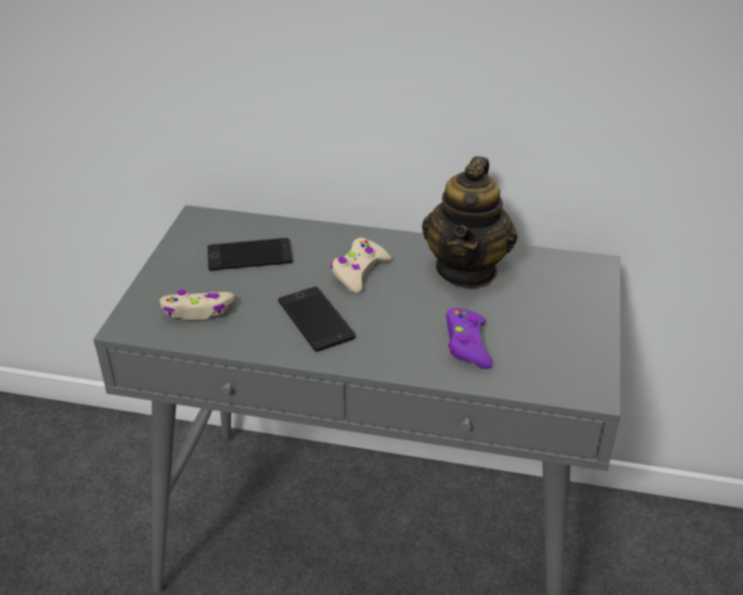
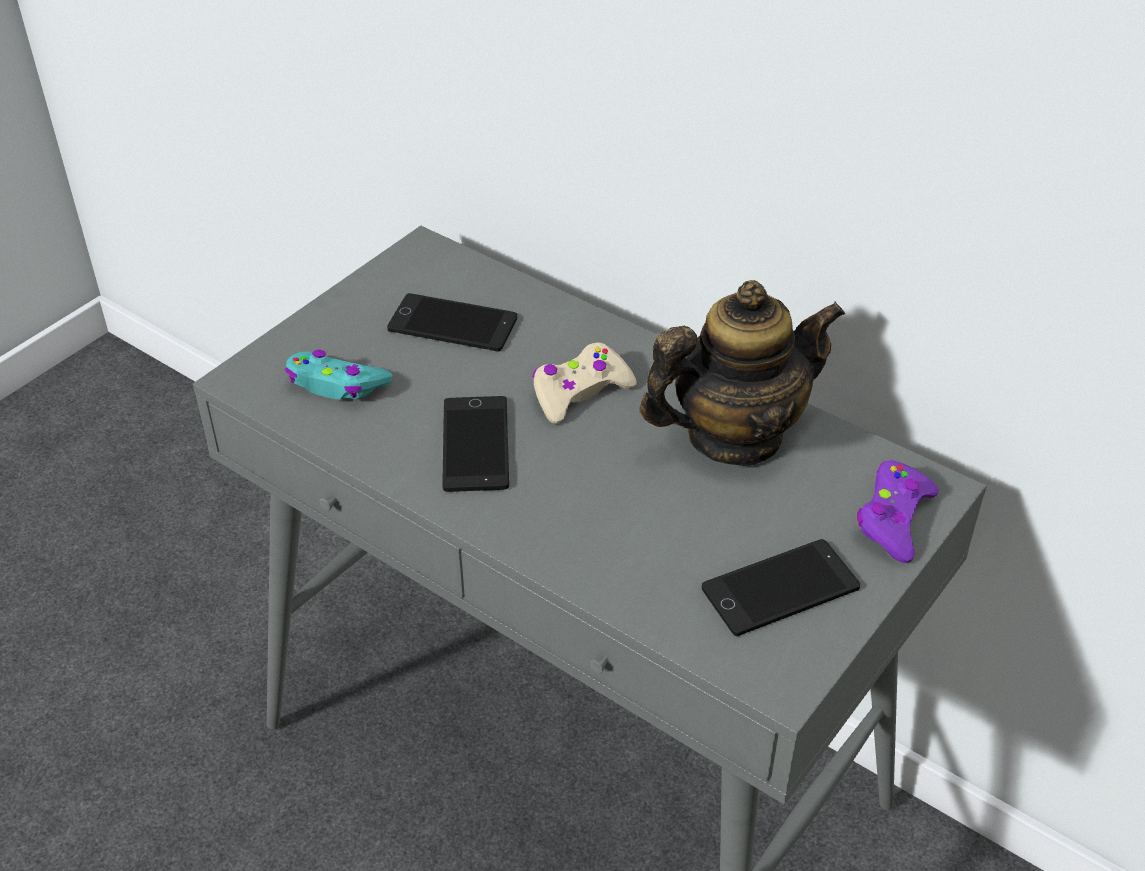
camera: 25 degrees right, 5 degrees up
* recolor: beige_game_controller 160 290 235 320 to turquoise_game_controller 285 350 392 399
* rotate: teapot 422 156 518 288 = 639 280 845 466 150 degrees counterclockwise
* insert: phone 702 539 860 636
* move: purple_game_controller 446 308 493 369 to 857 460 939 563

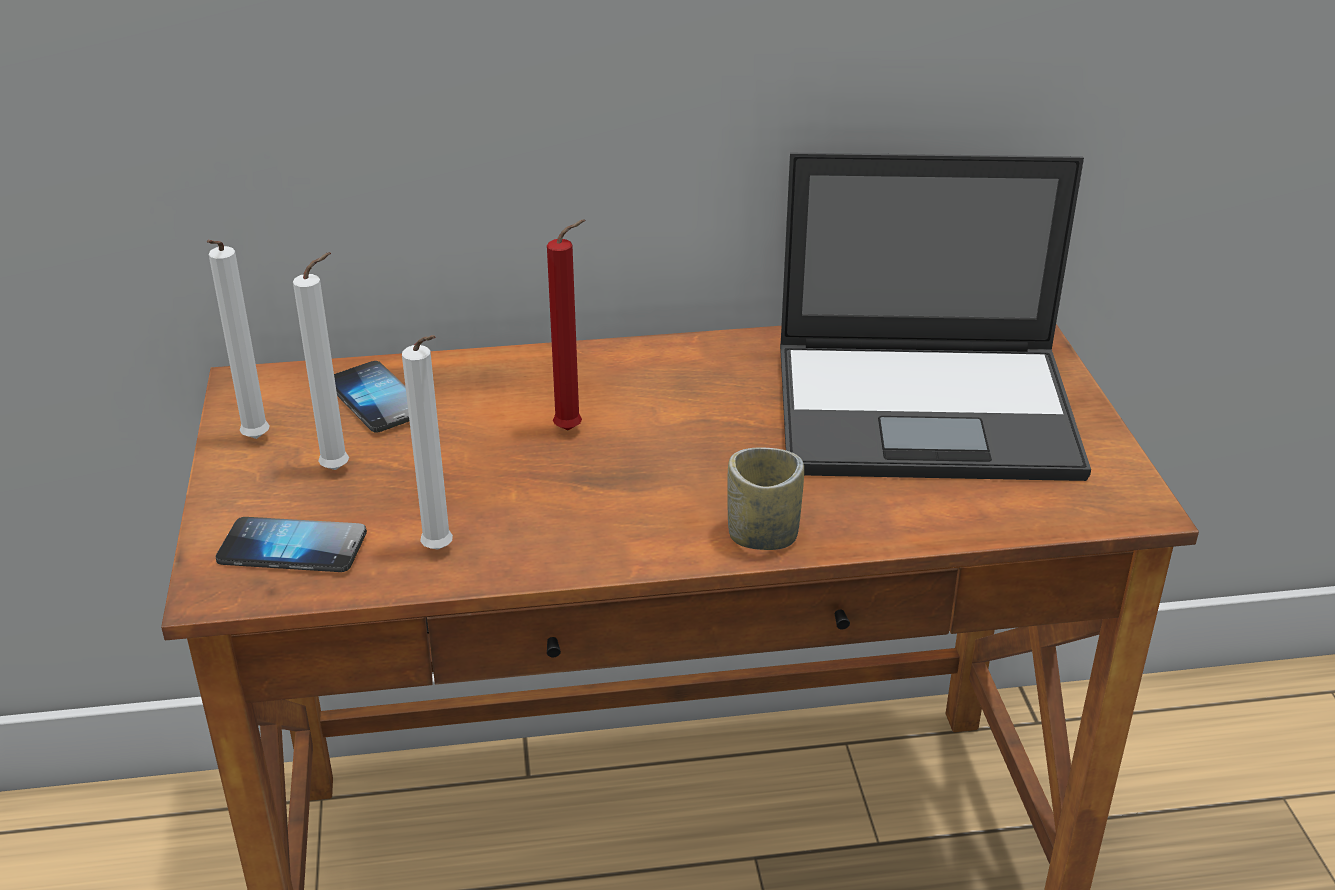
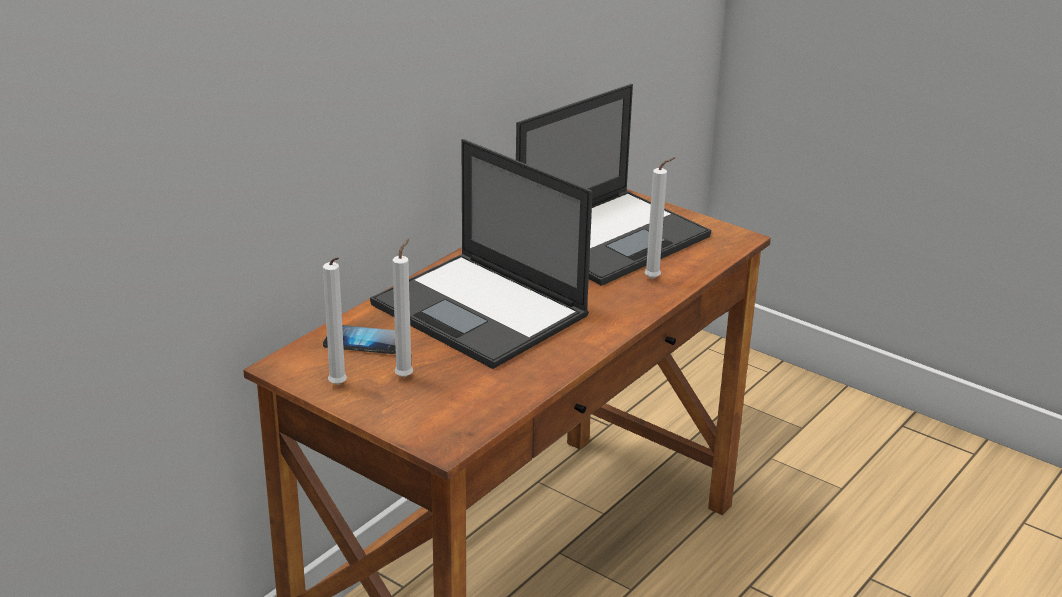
camera: 45 degrees left, 5 degrees down
* replace: red_candle 547 219 585 430 to laptop 370 139 593 369
* move: white_candle 402 335 453 550 to 645 157 675 279
* delete: phone 216 517 367 572
* delete: cup 727 447 804 550

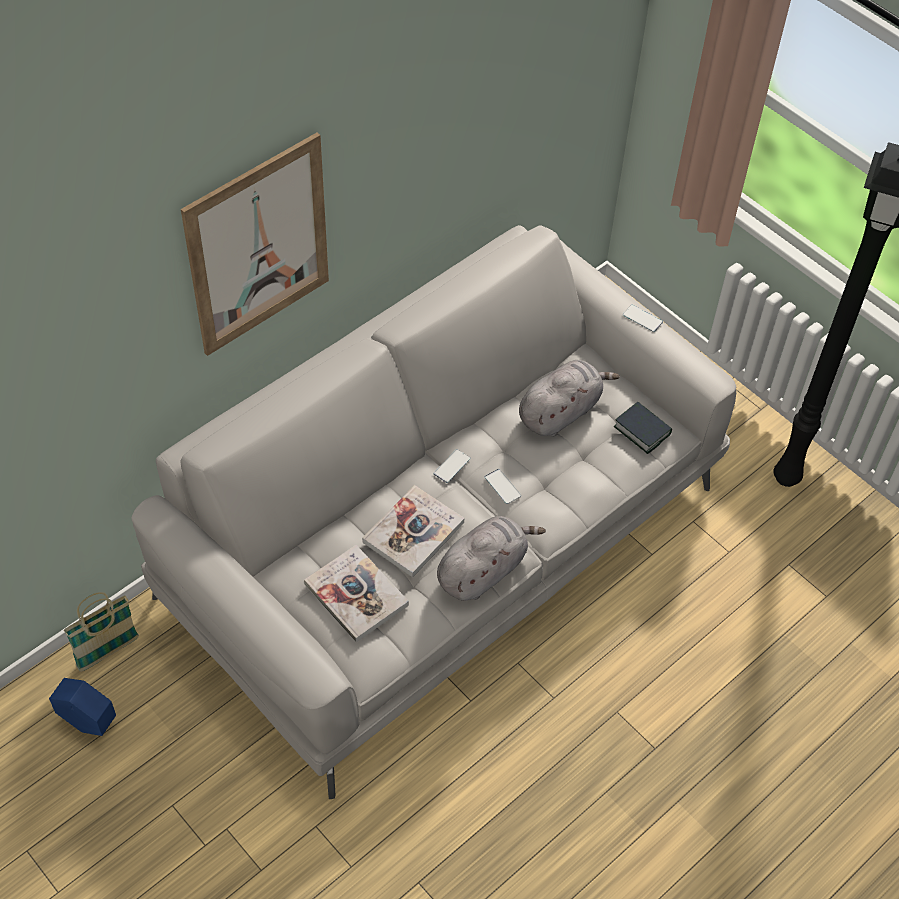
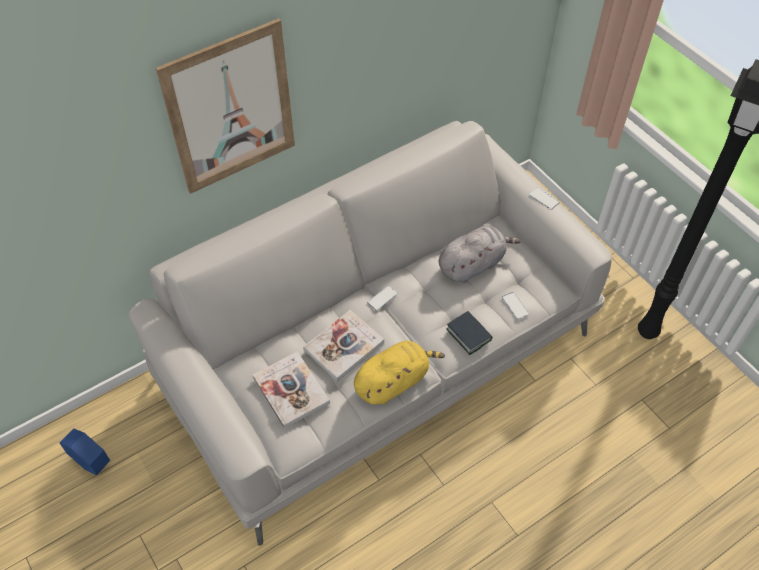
camera: 10 degrees right, 0 degrees up
* recolor: grey_plush_toy 437 516 546 601 to yellow_plush_toy 354 341 445 405
* move: book 614 402 672 454 to 446 311 492 355
* move: phone 485 469 521 504 to 502 292 529 319
* delete: basket 64 592 139 672

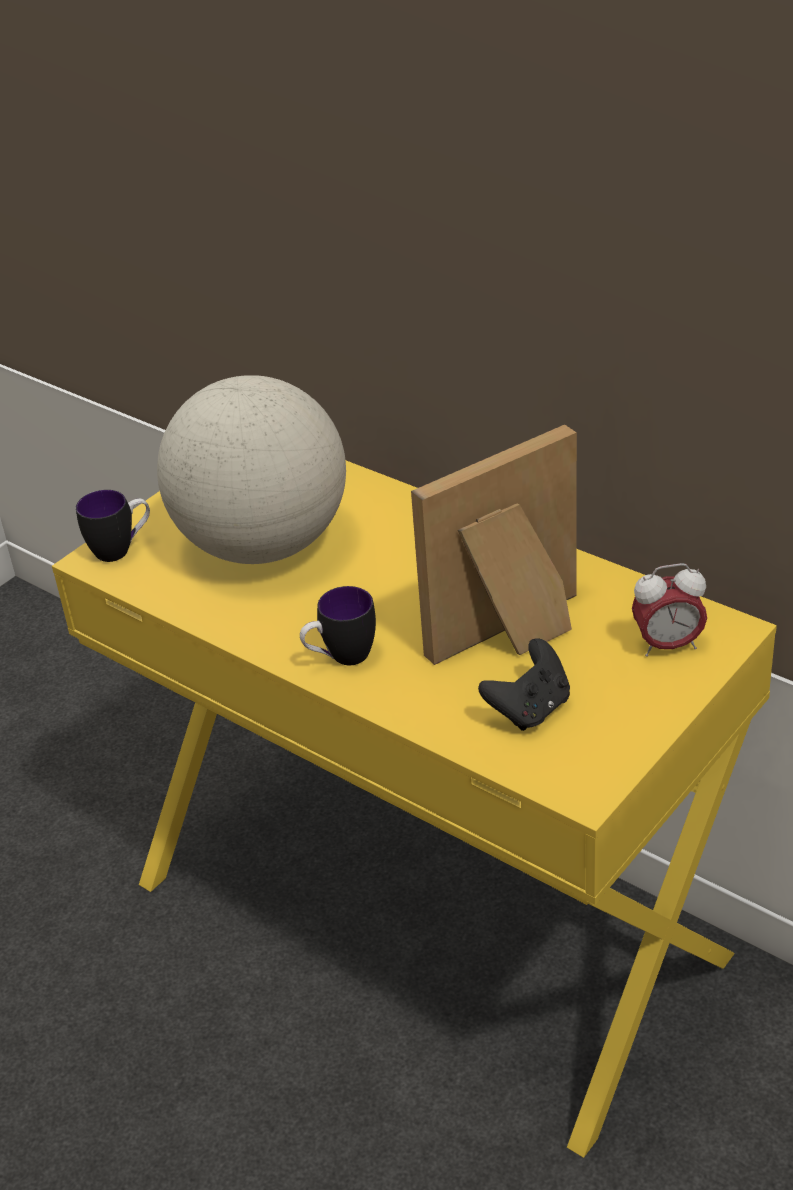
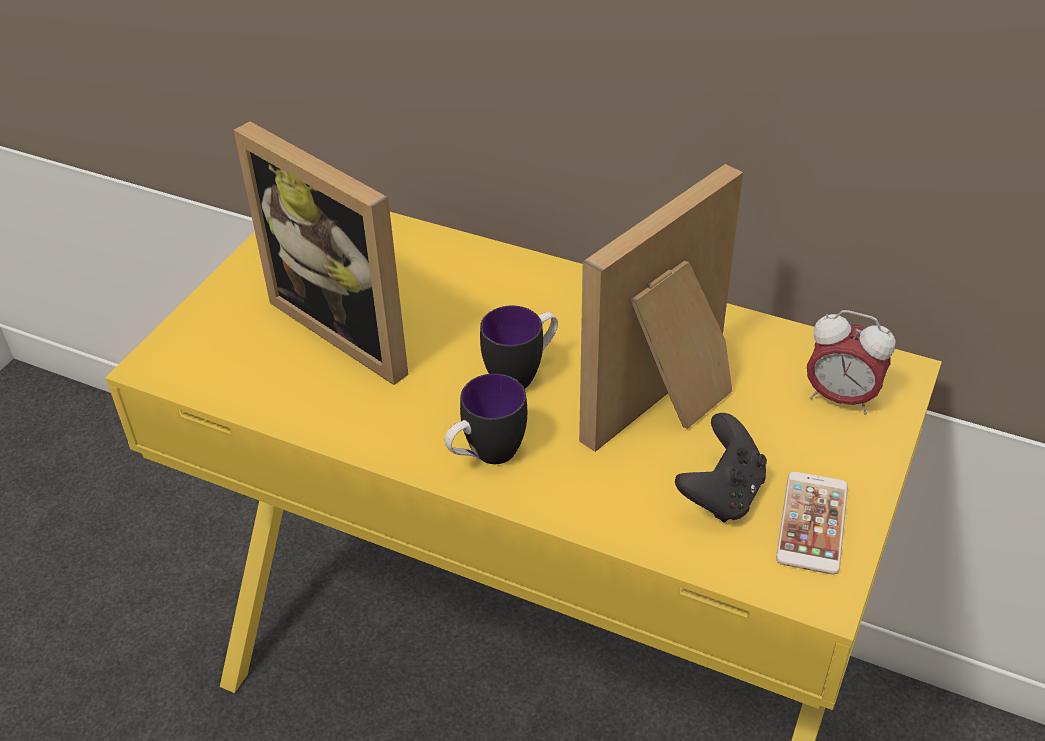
camera: 15 degrees left, 5 degrees up
* replace: globe 157 375 346 564 to picture_frame 234 121 408 385
* move: mug 76 490 150 562 to 480 305 558 389
* insert: phone 776 471 848 575
* rotate: alarm_clock 632 563 707 657 = 807 310 895 414 45 degrees clockwise

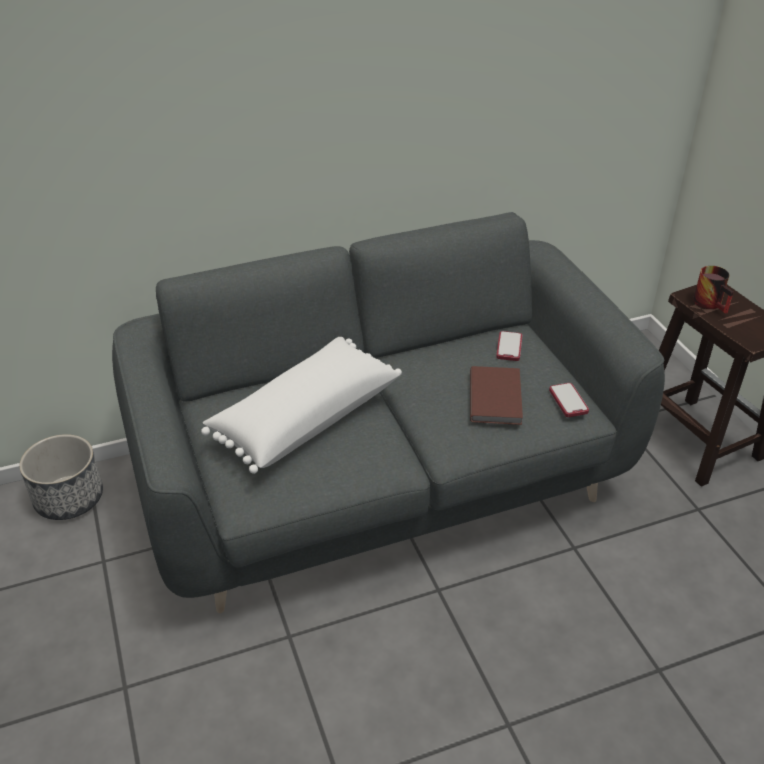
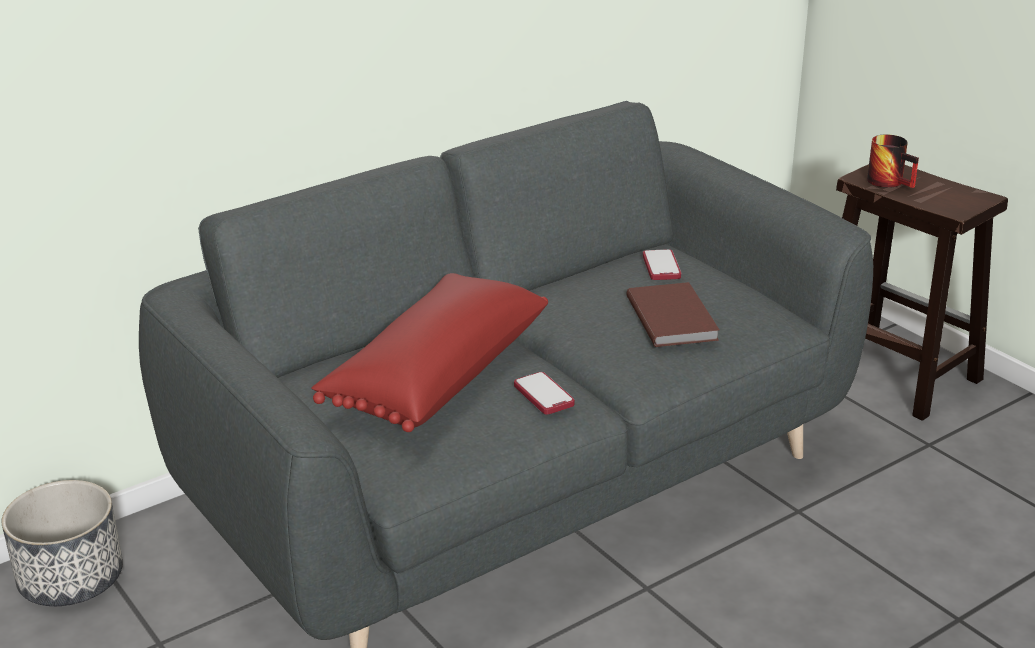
camera: 15 degrees left, 10 degrees down
* recolor: white_pillow 201 337 402 474 to red_pillow 311 273 548 432
* move: phone 549 383 589 417 to 514 372 575 415

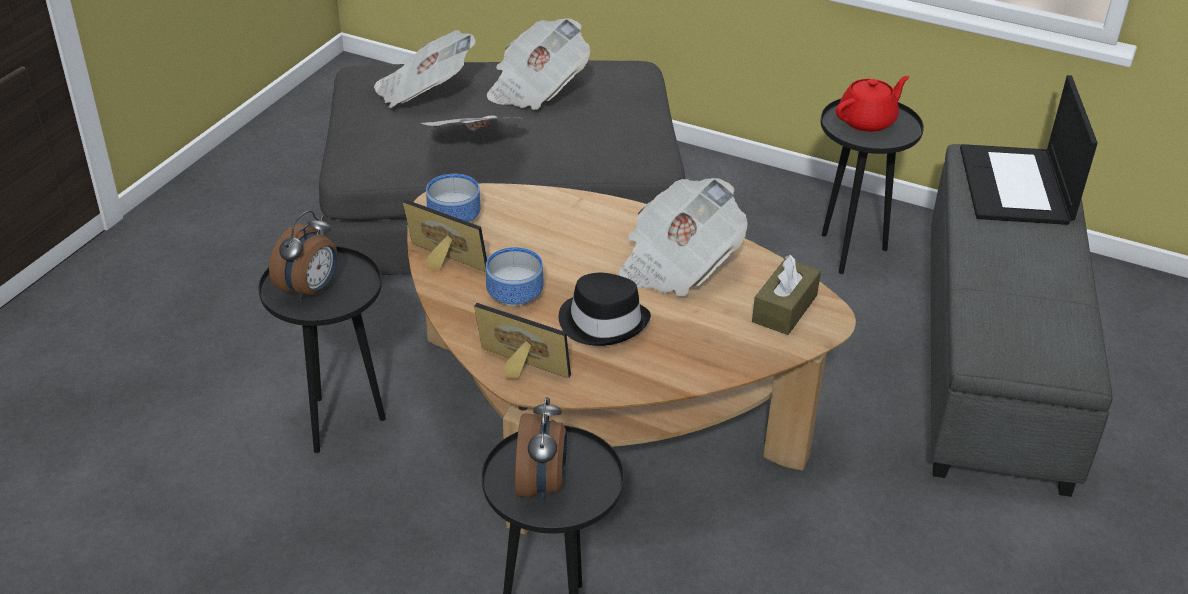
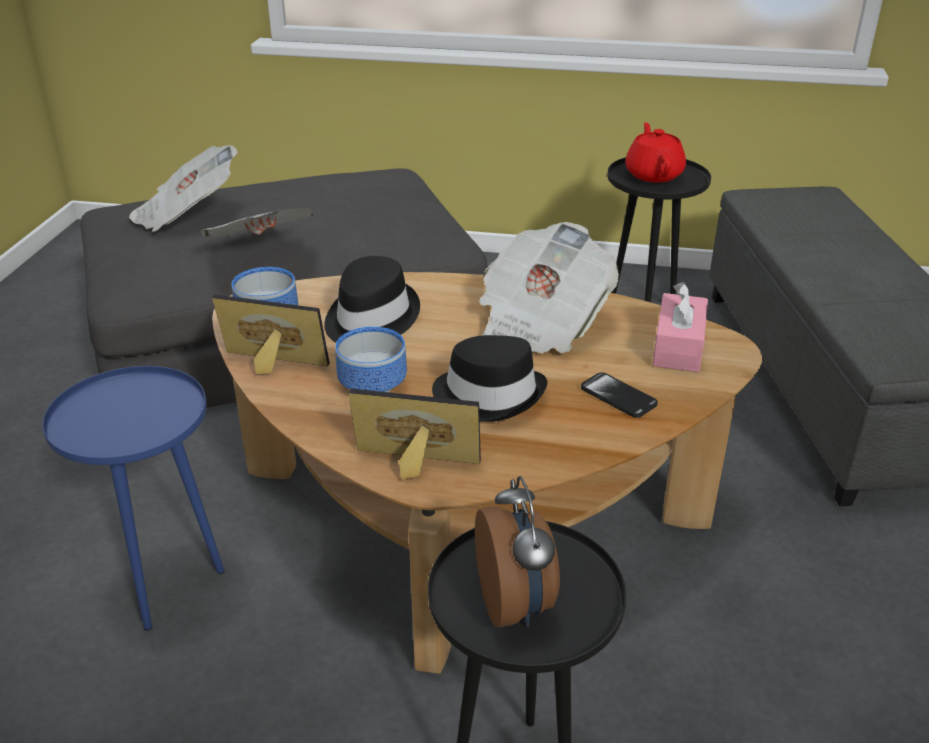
camera: 15 degrees left, 5 degrees down
* recolor: black_side_table 258 246 386 453 to blue_side_table 42 366 224 631
* insert: black_hat 324 256 420 343
* insert: phone 581 372 658 418
* rotate: red_teapot 836 76 909 132 = 625 122 686 182 45 degrees counterclockwise
* recolor: brown_tissue_box 752 255 821 335 to pink_tissue_box 652 282 708 372
* delete: alarm_clock 269 210 338 301
* delete: newspaper 487 18 590 110
* delete: laptop 960 75 1098 225

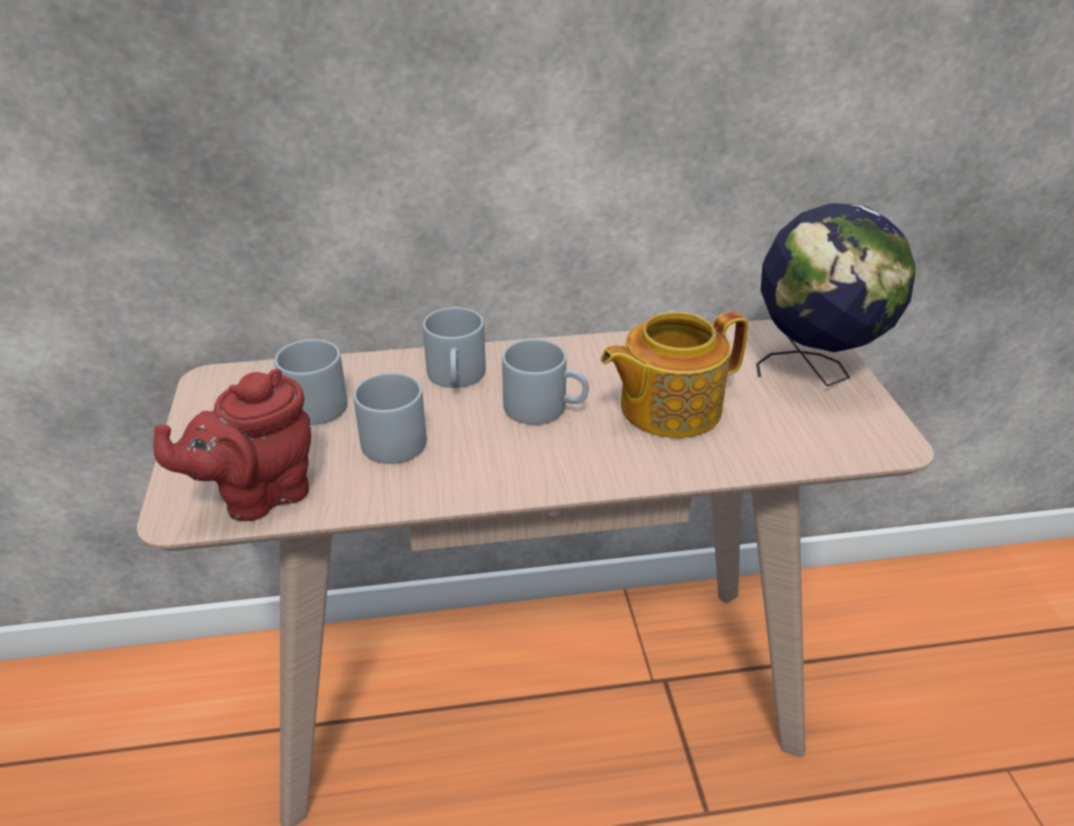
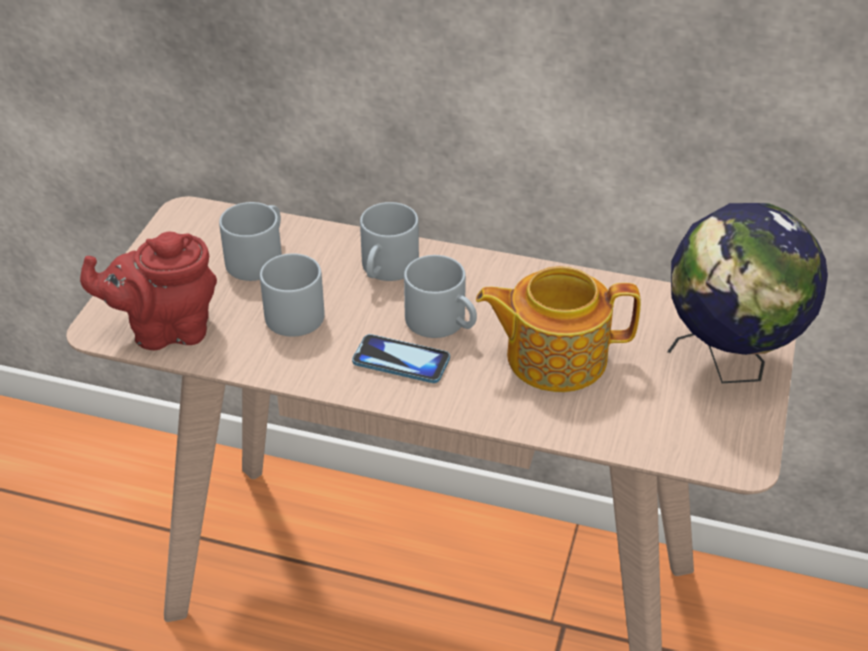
camera: 25 degrees right, 5 degrees up
* insert: phone 352 334 450 383

